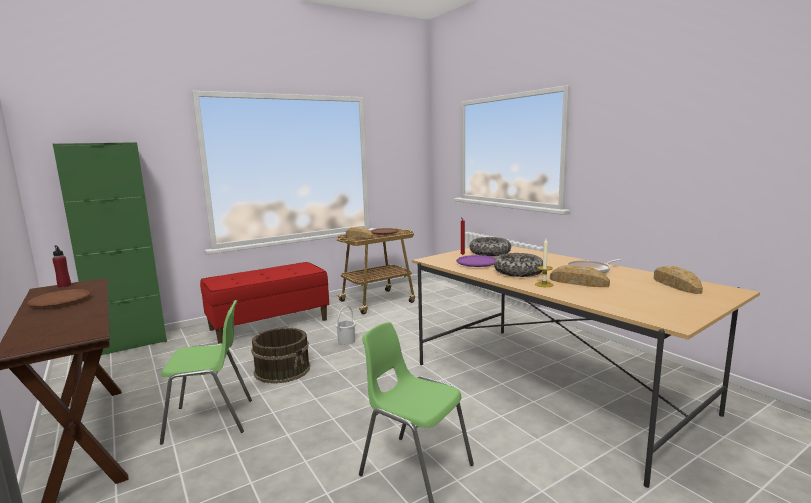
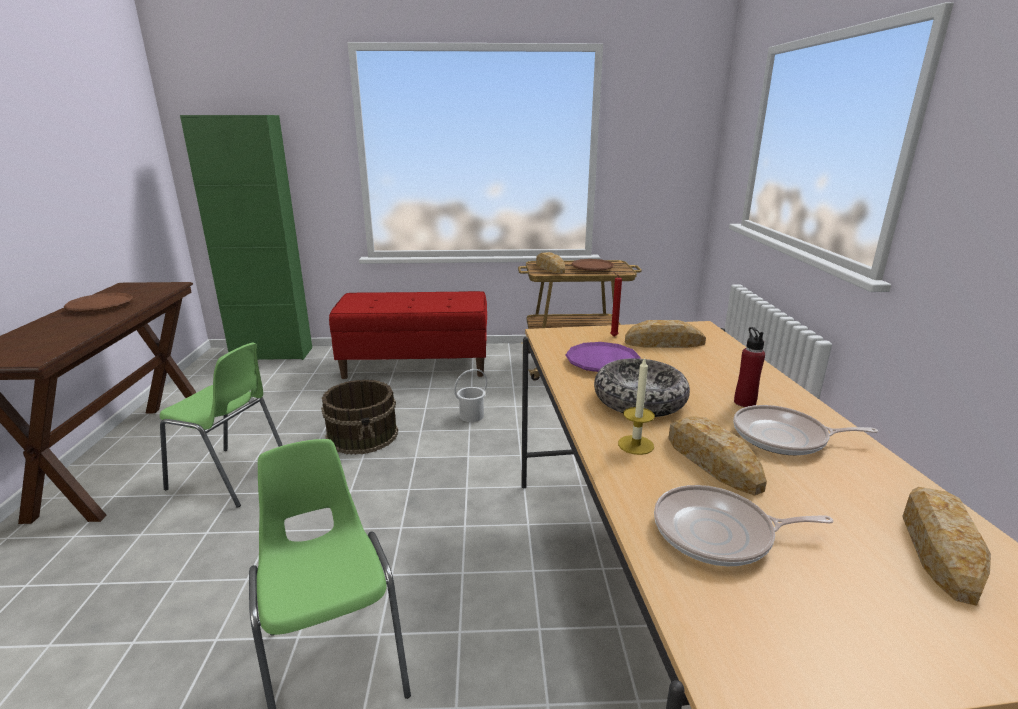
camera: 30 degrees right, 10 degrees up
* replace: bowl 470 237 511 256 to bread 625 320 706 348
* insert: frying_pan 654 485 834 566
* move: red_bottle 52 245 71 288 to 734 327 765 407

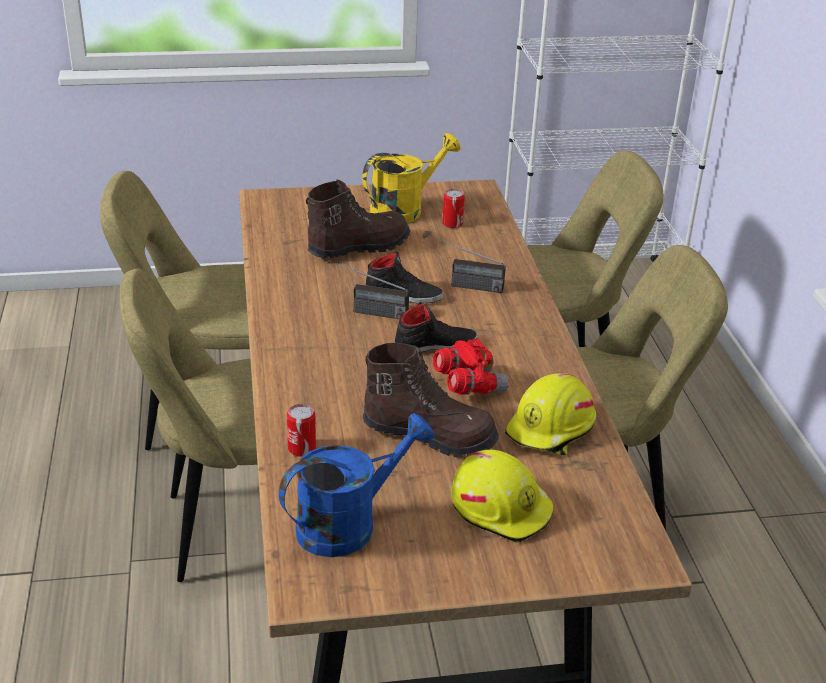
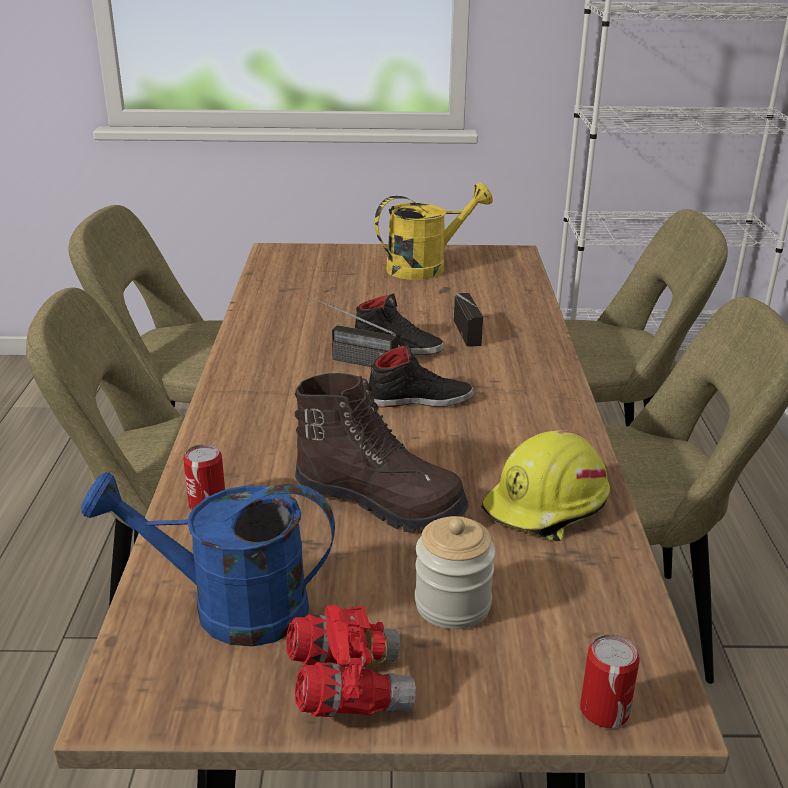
camera: 10 degrees right, 5 degrees down
* rotate: blue_watering_can 279 413 434 557 = 82 472 335 647 150 degrees counterclockwise
* move: red_binoculars 433 339 509 395 to 286 605 416 717
* replace: yellow_hard_hat 451 450 555 543 to jar 415 516 496 629
* rotate: radio 428 236 506 293 = 454 293 483 347 120 degrees counterclockwise
* move: can 442 189 465 228 to 580 634 640 728
* delete: brown_boot 306 179 410 258

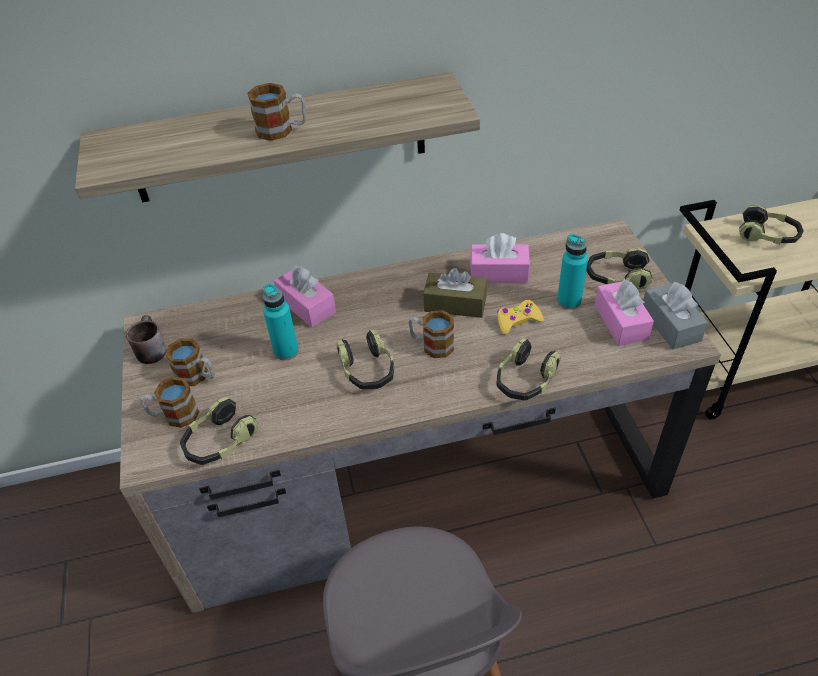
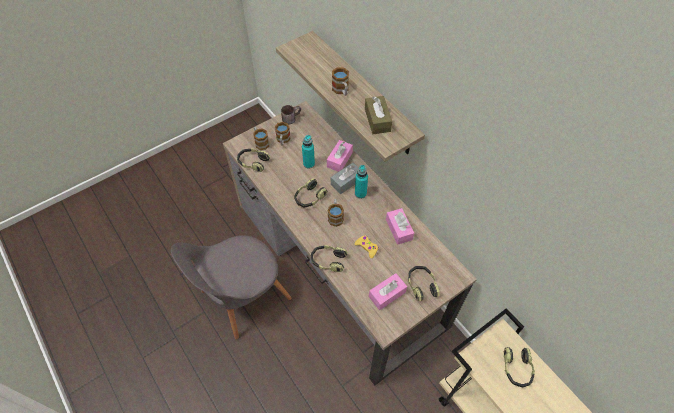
camera: 65 degrees right, 10 degrees up
* move: grey_tissue_box 643 281 708 349 to 331 163 359 194
* move: turquoise_bottle 557 234 588 309 to 355 165 368 199
* move: brown_tissue_box 423 268 487 318 to 365 96 392 134

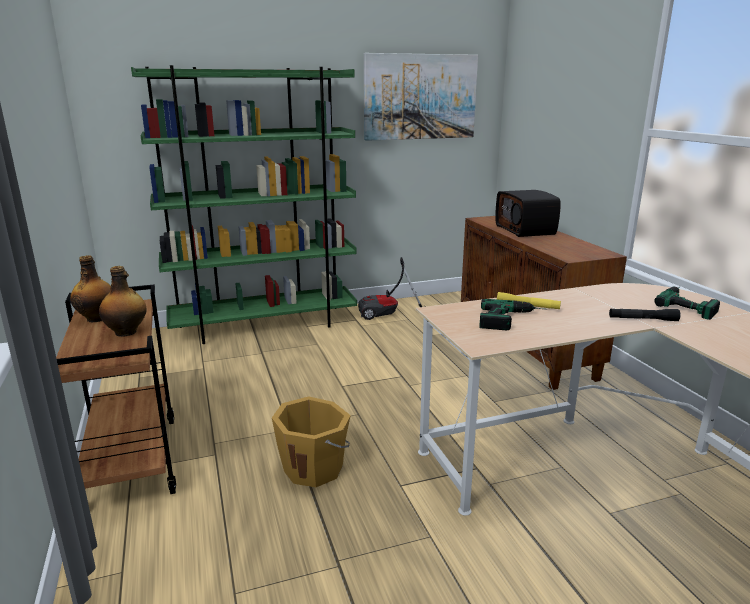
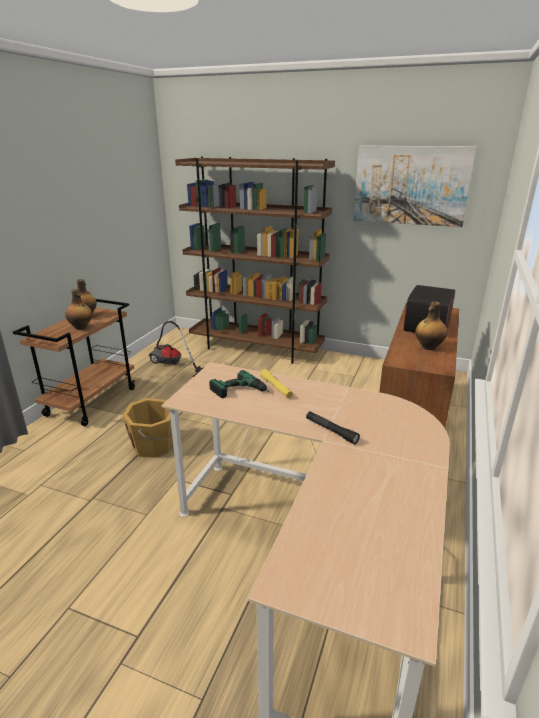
camera: 40 degrees right, 5 degrees up
* move: vacuum_cleaner 358 257 426 320 to 149 321 203 377
* recolor: green_bookcase 131 65 357 344 to brown_bookcase 175 157 335 364
* insert: bottle 415 301 447 350
* delete: power_drill 654 286 720 320

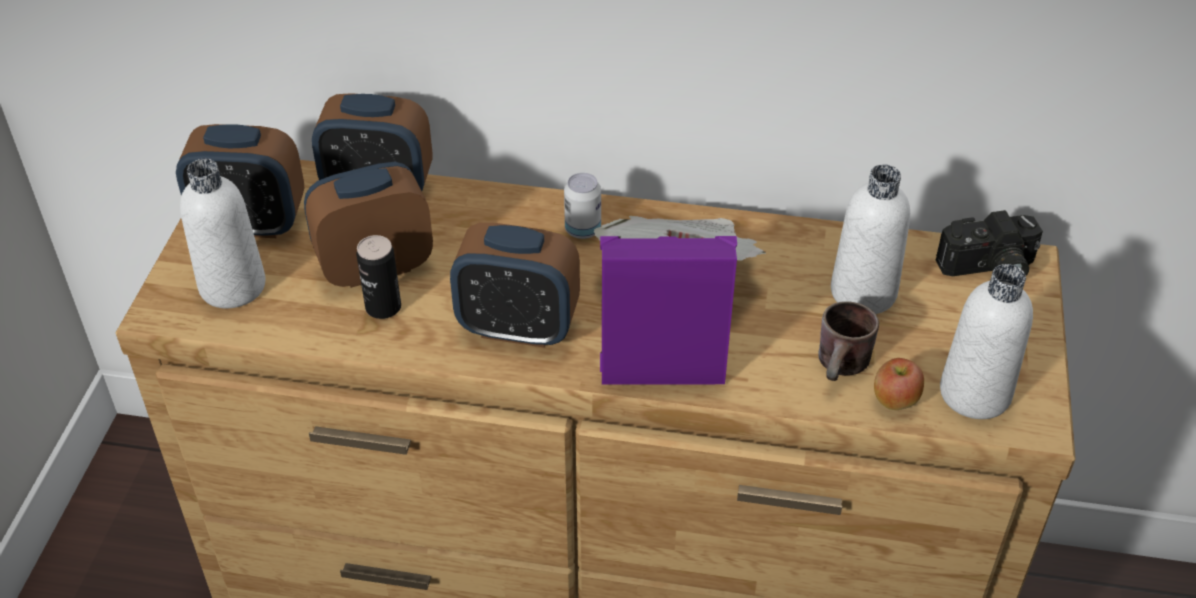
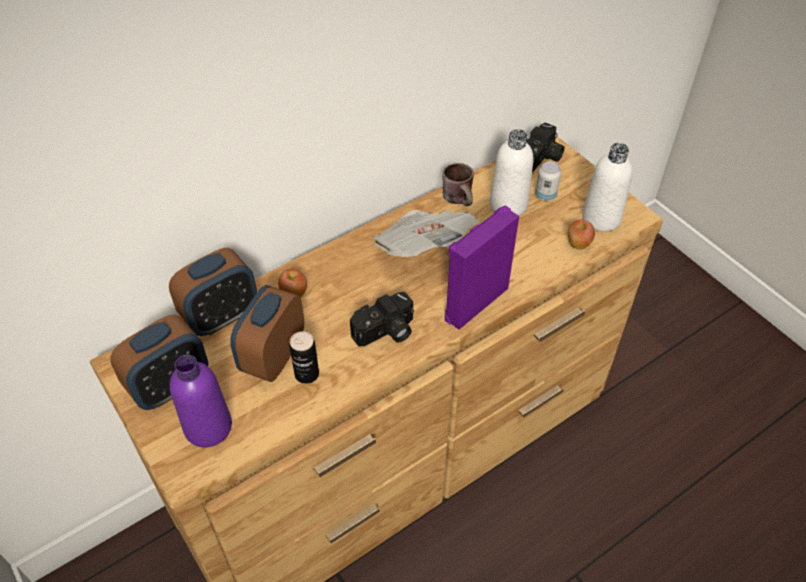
camera: 45 degrees left, 5 degrees up
* recolor: white_bottle 180 159 266 308 to purple_bottle 170 355 232 447
* insert: apple 278 269 307 298
* replace: alarm_clock 450 223 580 348 to photo_camera 350 292 414 347
* move: brown_mug 818 301 879 381 to 443 163 474 206
* move: can 564 173 601 239 to 535 161 561 201

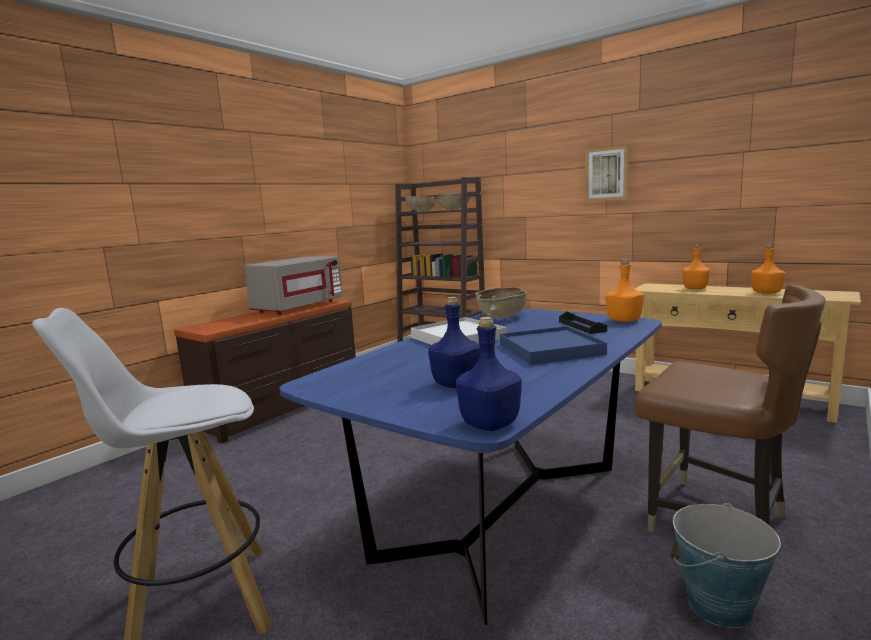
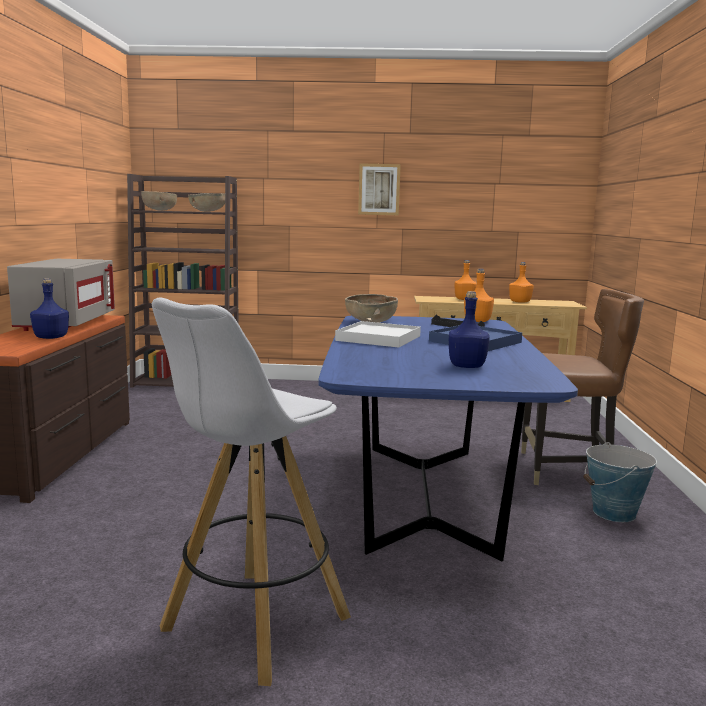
camera: 35 degrees left, 0 degrees up
* move: blue_bottle 456 317 522 431 to 30 278 69 339

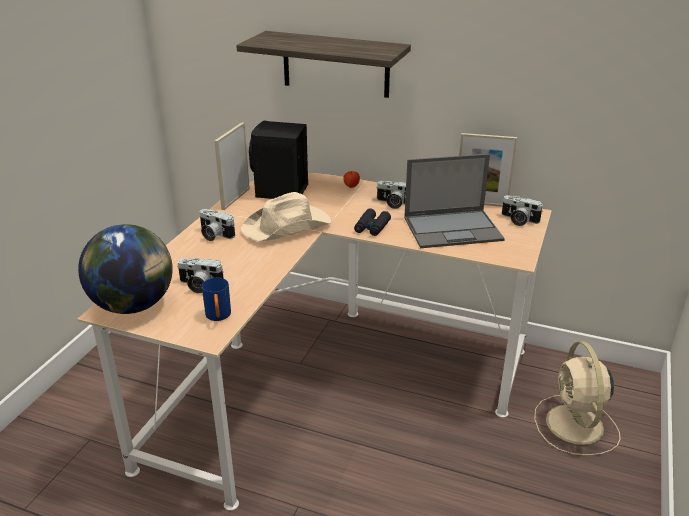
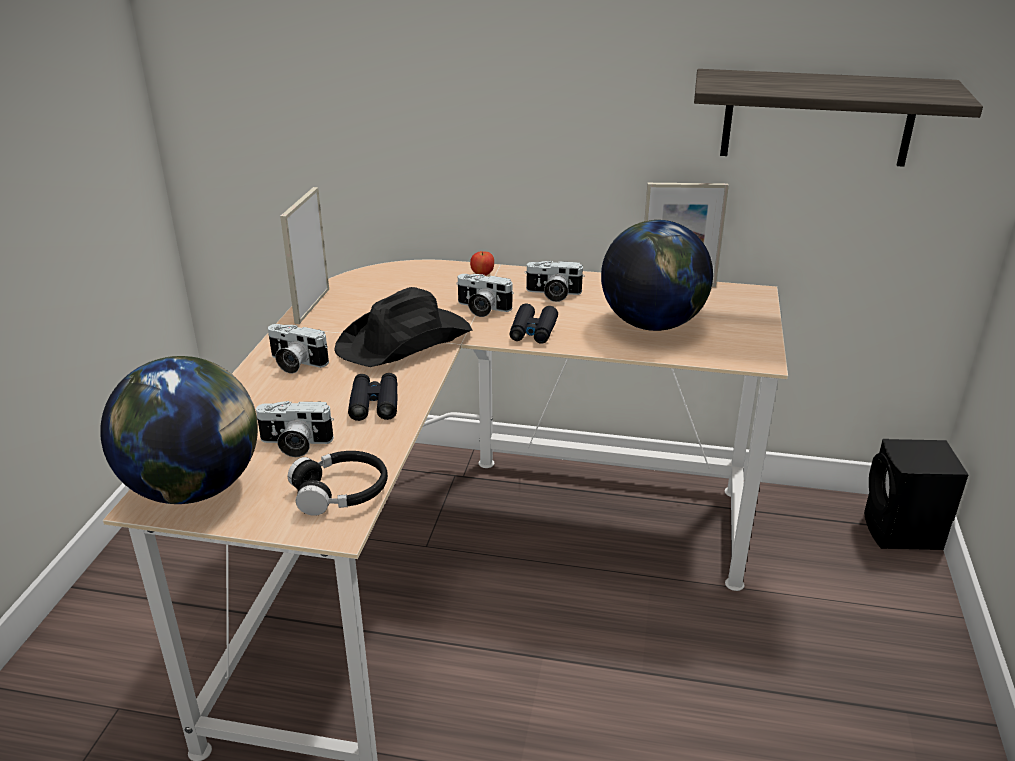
camera: 10 degrees left, 0 degrees up
* replace: blue_mug 202 278 231 321 to black_headphones 288 451 388 516
* recolor: beige_hat 241 192 332 242 to black_hat 334 287 473 367
* insert: black_binoculars 348 373 398 421
* move: photo_camera 502 195 543 226 to 456 274 514 317
* replace: laptop 404 154 505 248 to globe 601 220 713 331
* move: shelf 236 31 411 98 to 694 69 983 167
* move: black_speaker 249 121 308 199 to 864 439 968 550
* delete: beige_fan 534 341 621 456

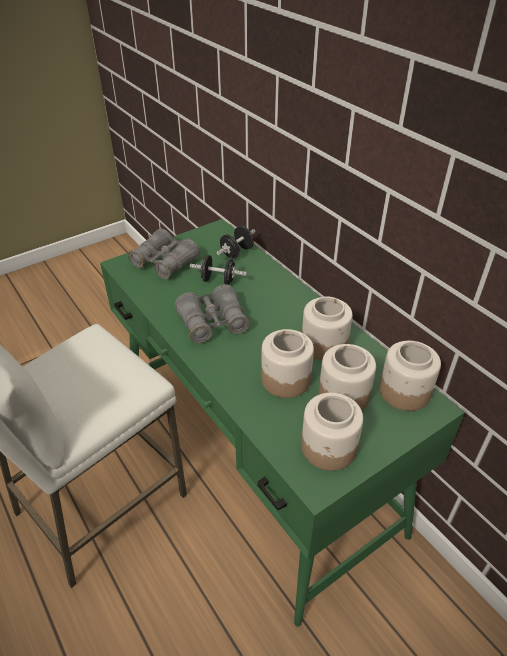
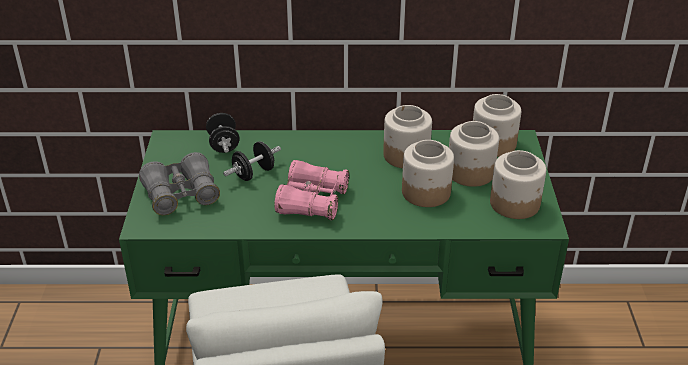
camera: 55 degrees left, 5 degrees down
* recolor: grey_binoculars 175 284 250 343 to pink_binoculars 274 160 349 220

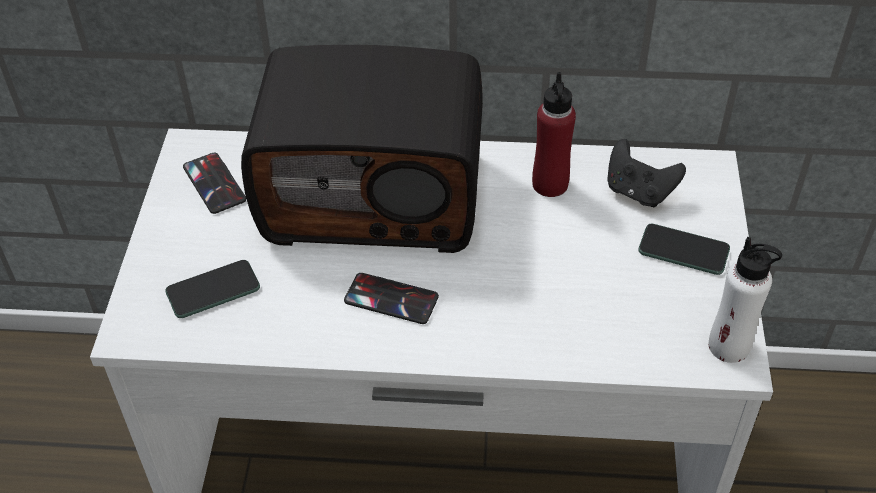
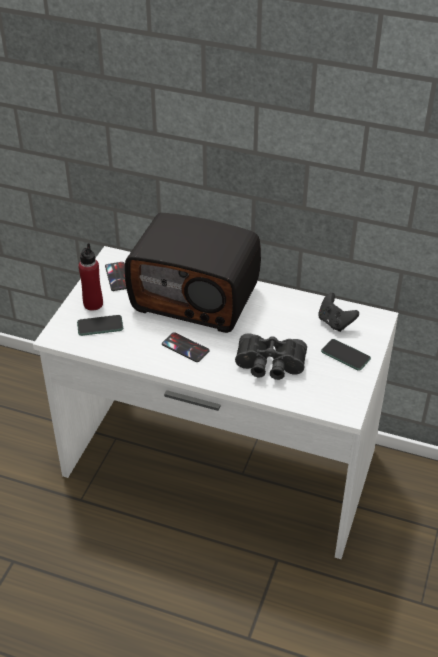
camera: 15 degrees right, 5 degrees down
* move: red_bottle 532 72 576 197 to 78 243 103 311
* insert: black_binoculars 235 333 307 380
* delete: white_bottle 709 237 782 363

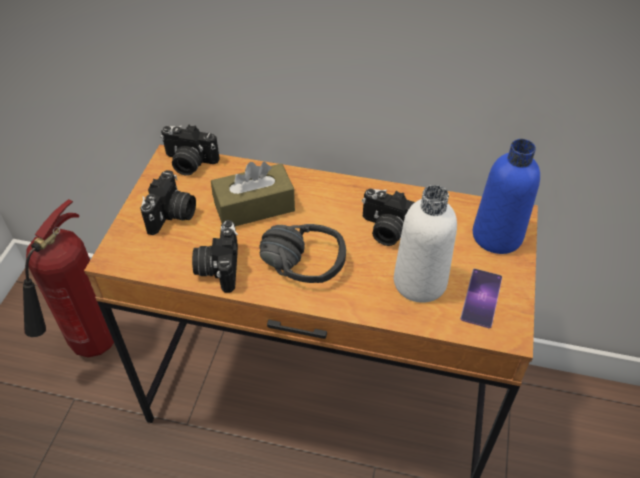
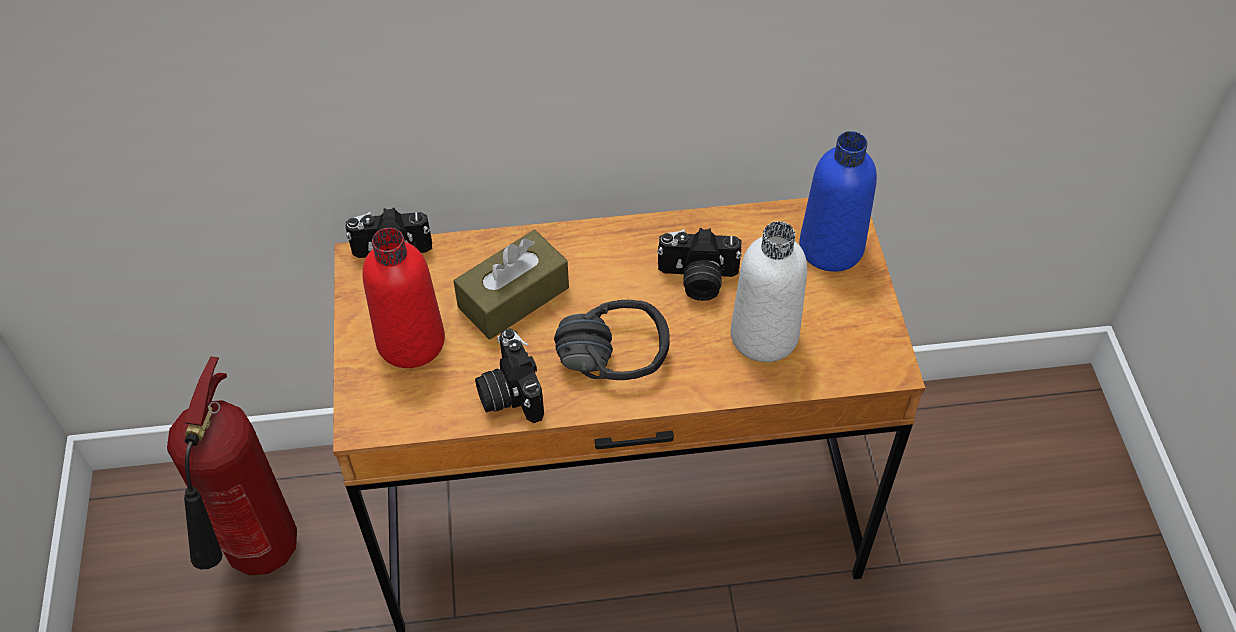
camera: 20 degrees left, 5 degrees up
* replace: photo_camera 140 170 196 235 to red_bottle 362 228 445 368
* delete: phone 460 269 502 328

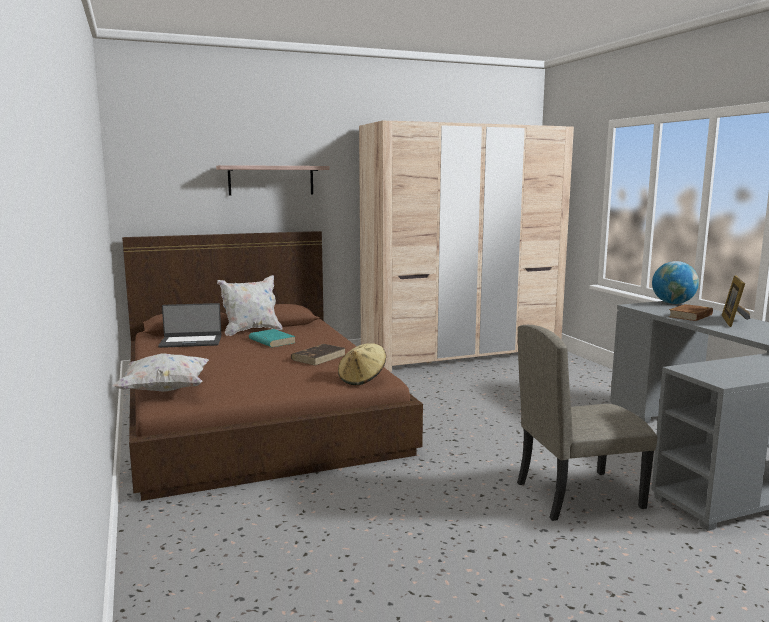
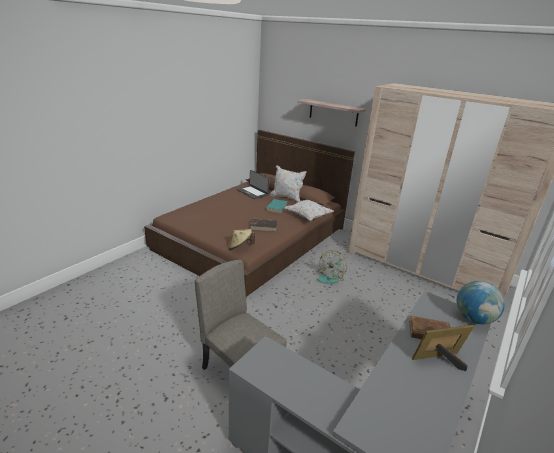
camera: 55 degrees right, 15 degrees up
* move: white_pillow 112 354 209 392 to 285 199 334 221
* insert: fan 318 250 347 284

